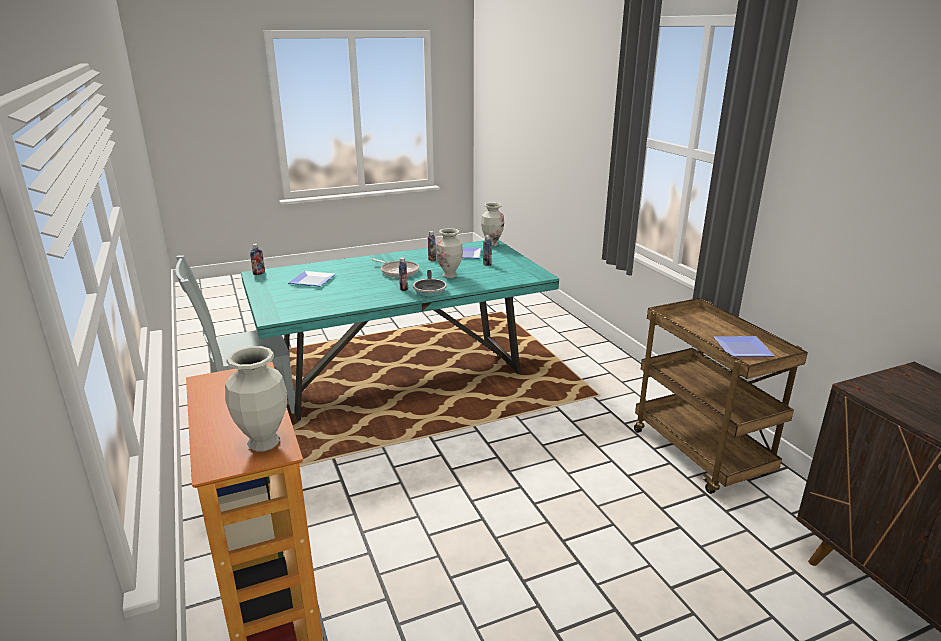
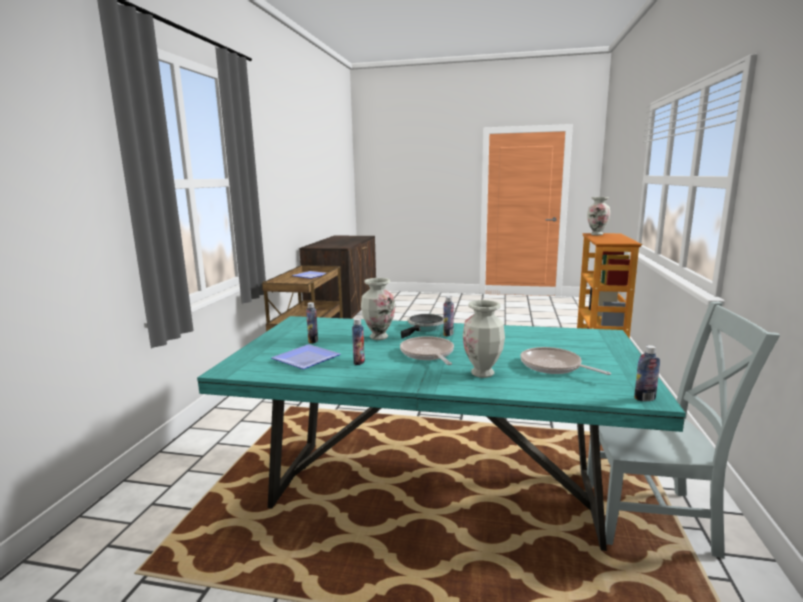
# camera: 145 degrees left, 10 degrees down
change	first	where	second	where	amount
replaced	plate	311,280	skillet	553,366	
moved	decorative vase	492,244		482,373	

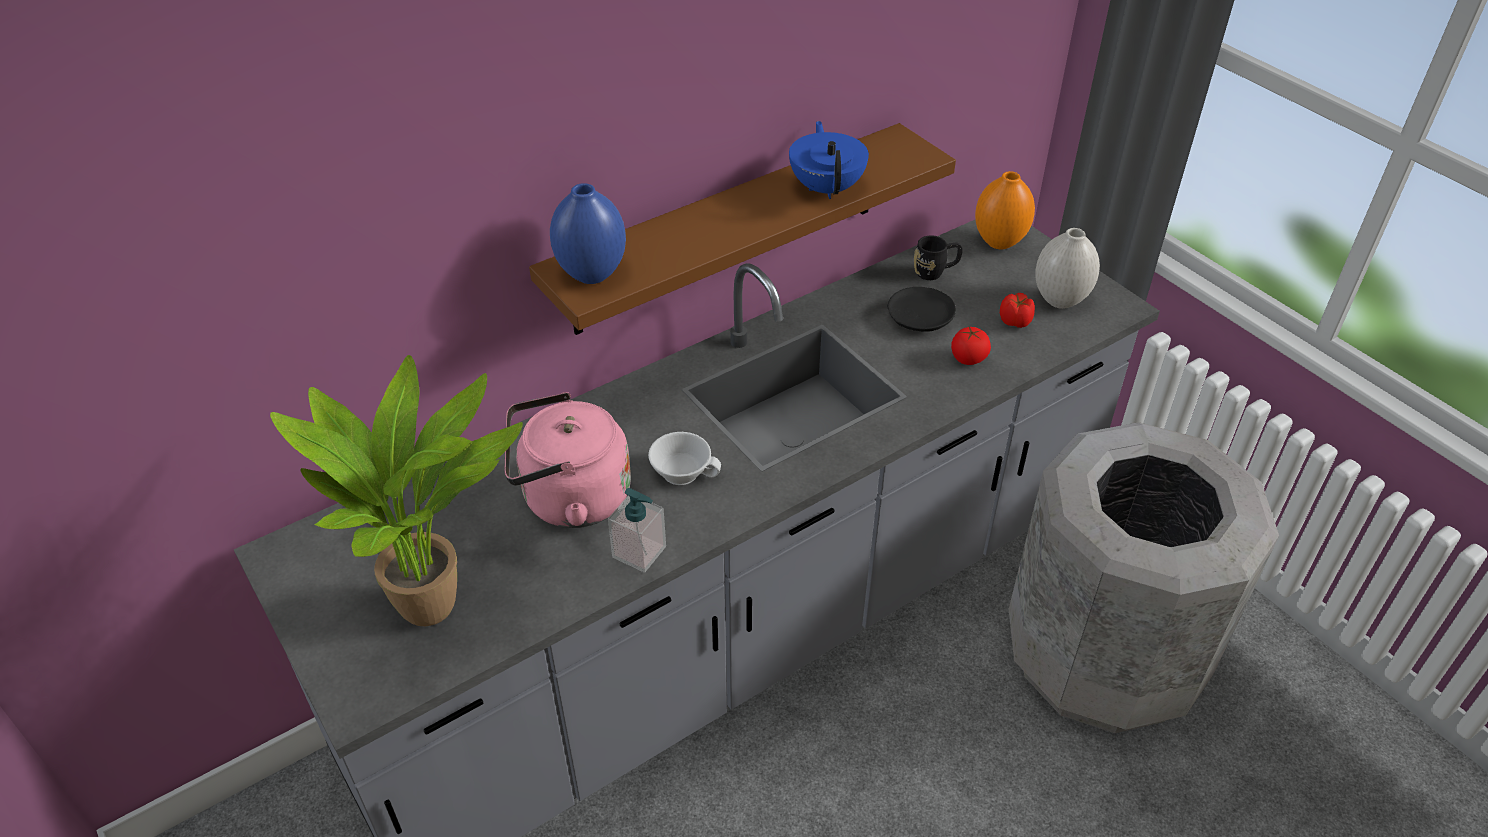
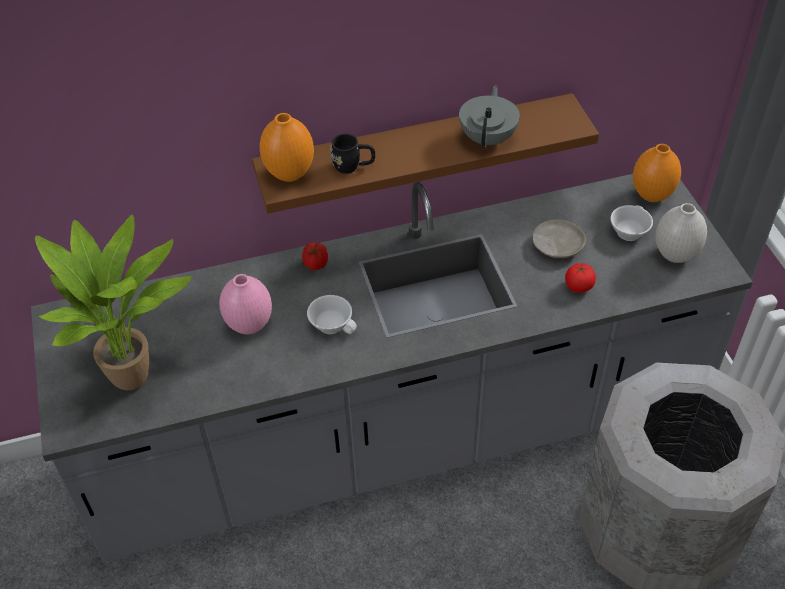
# camera: 20 degrees right, 5 degrees up
change	first	where	second	where	amount
replaced	tea kettle in pinkish	570,499	decorative vase in pinkish	249,325	
recoloured	decorative vase in bluish	591,275	decorative vase in orangey	289,174	
removed	liquid soap bottle	639,552			
recoloured	teapot in bluish	827,187	teapot in greyish	488,138	
recoloured	plate in black-coloured	919,318	plate in beige	557,245	
moved	mug in black-coloured	936,271		353,166	
moved	fresh tomato	1015,322		315,264	
added			drinking cup in white-coloured	627,231	

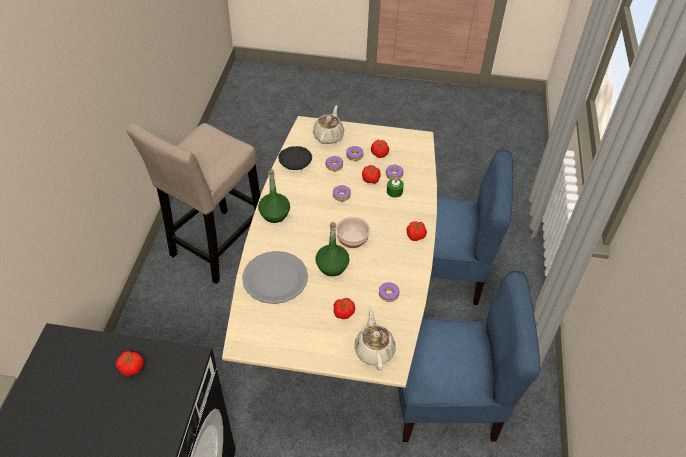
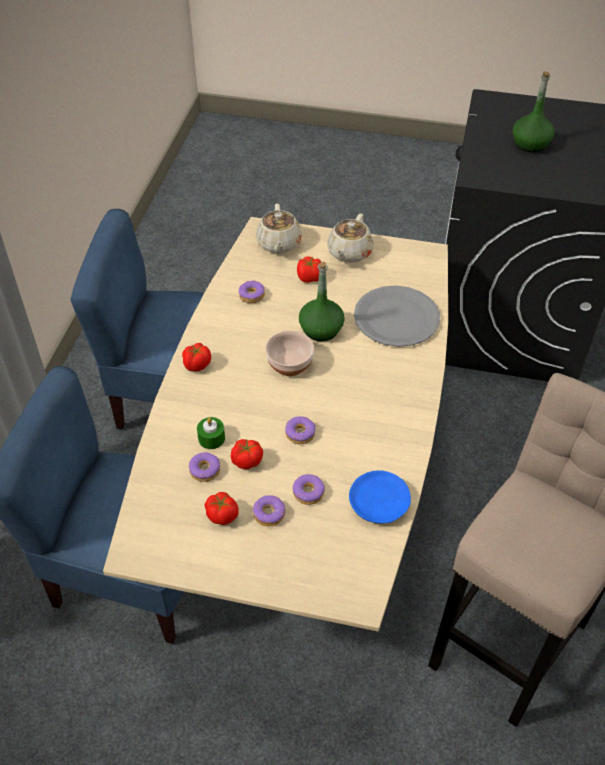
# camera: 175 degrees left, 0 degrees up
change	first	where	second	where	amount
removed	fresh tomato	132,368			
moved	drink bottle in green	274,214		530,144	
recoloured	plate in black-coloured	295,162	plate in bluish	378,503	
moved	teapot in beige	328,136		349,253	

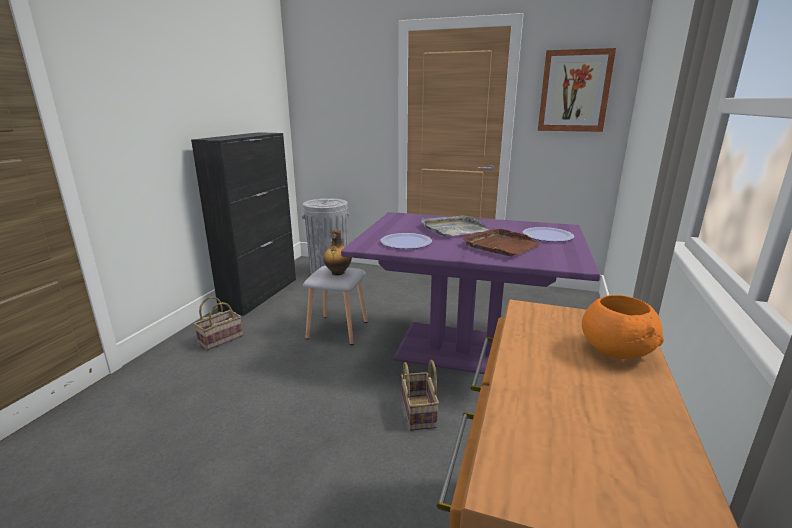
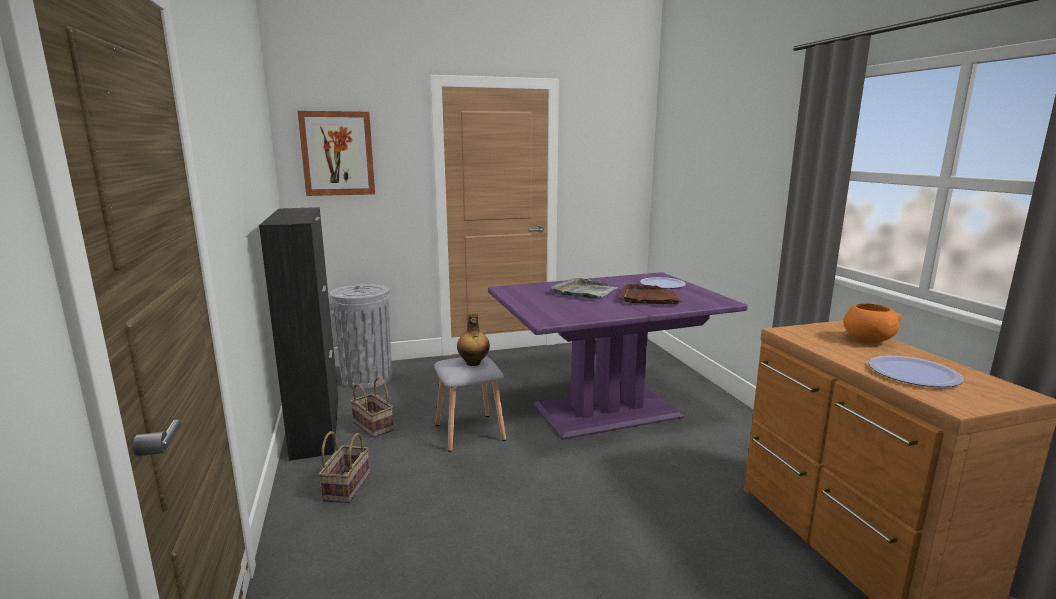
# camera: 35 degrees left, 5 degrees down
change	first	where	second	where	amount
moved	plate	406,242		913,373	
moved	basket	419,413		374,426	
moved	wall art	574,91		337,153	

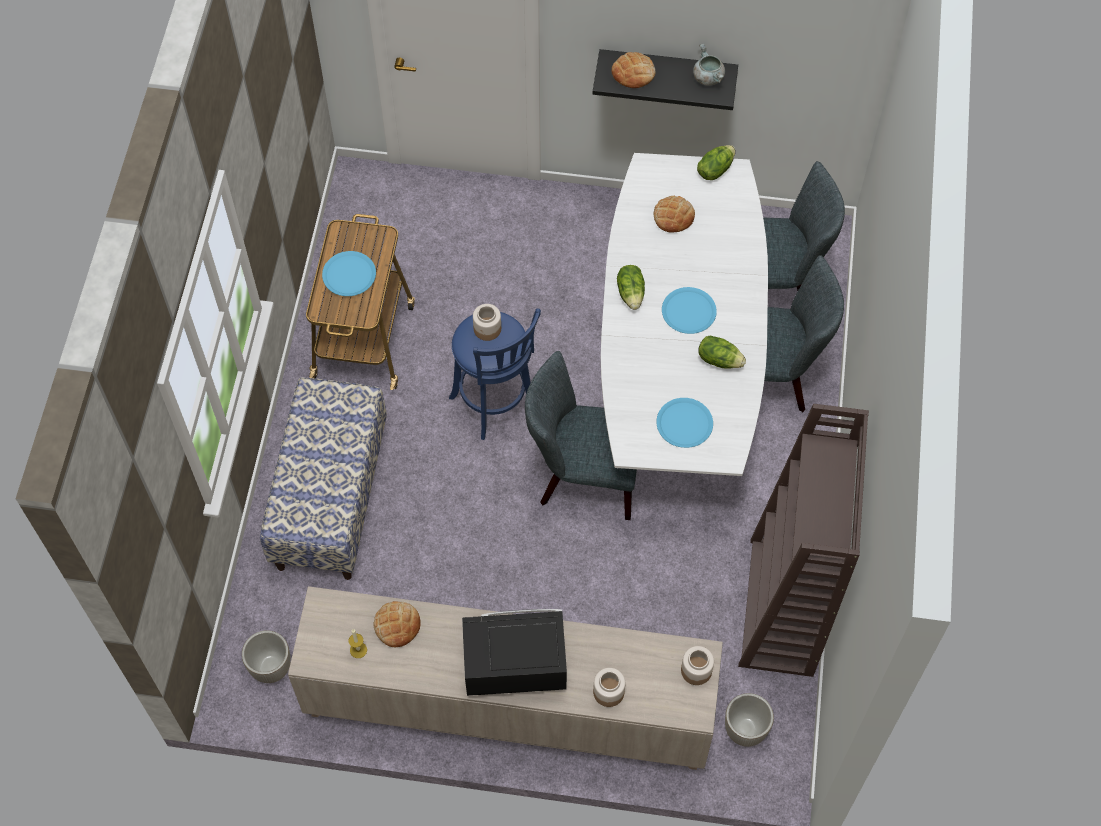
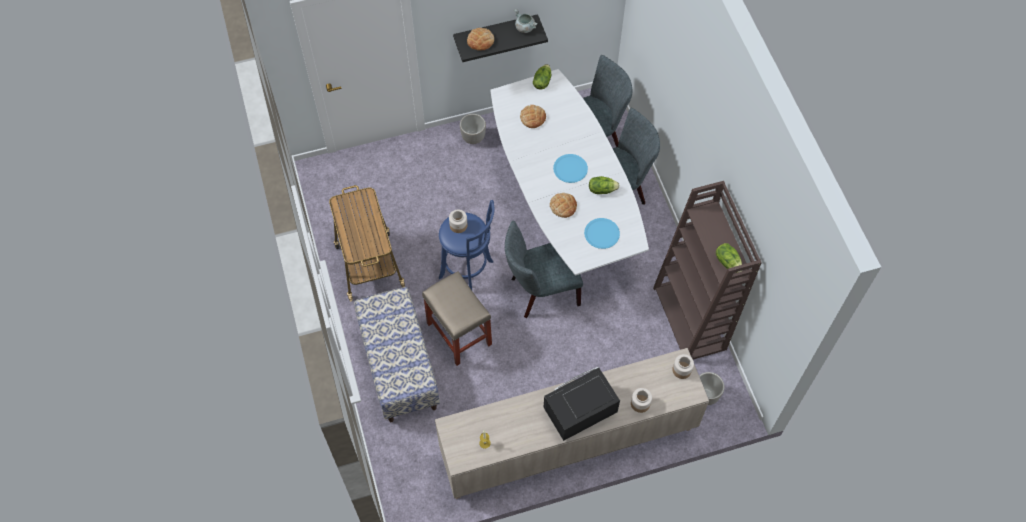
# camera: 25 degrees left, 0 degrees up
change	first	where	second	where	amount
moved	plant pot	270,667		473,138	
removed	plate in bluish	349,274			
moved	bread	397,625		563,206	
moved	lettuce	631,293		728,262	
added			sitting stool in beige	458,333	

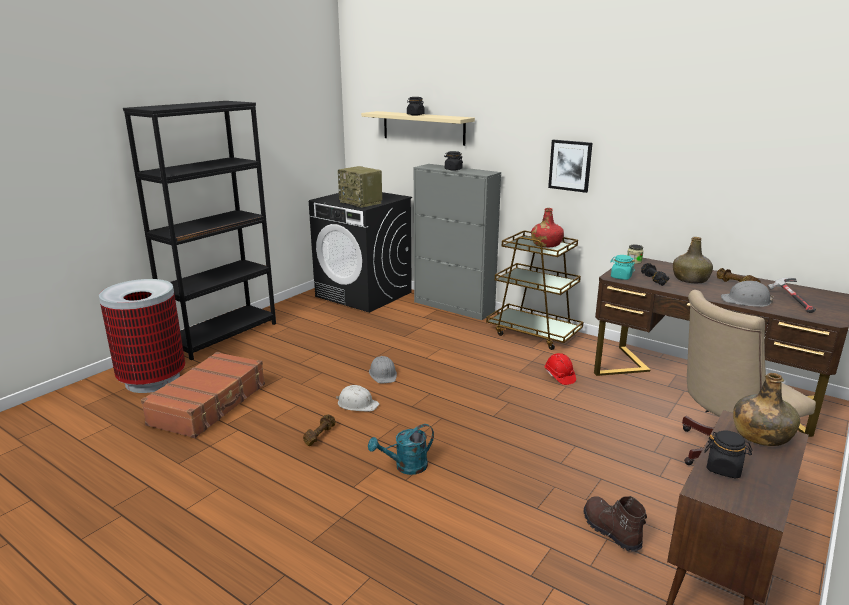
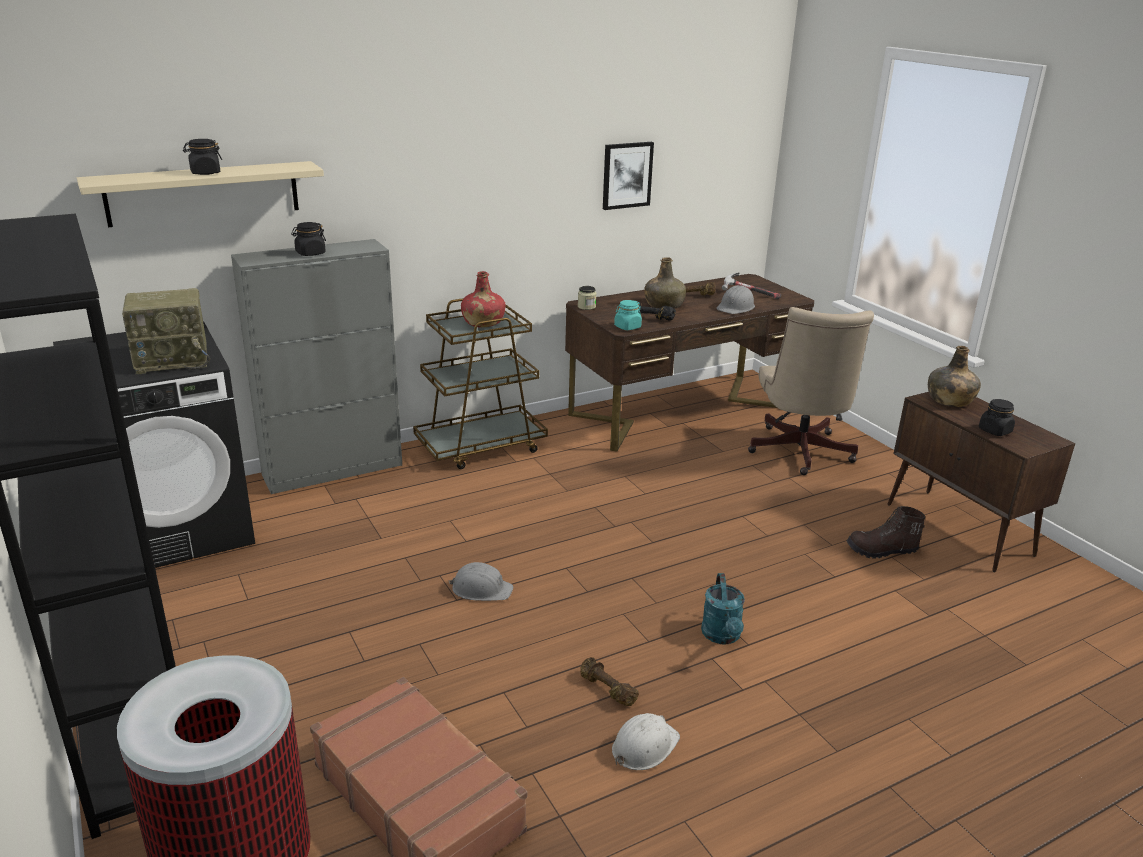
# camera: 65 degrees left, 5 degrees up
change	first	where	second	where	amount
moved	hard hat in white-coloured	357,404		644,746	
removed	hard hat in red-coloured	559,376			
moved	wall art	570,165		626,175	

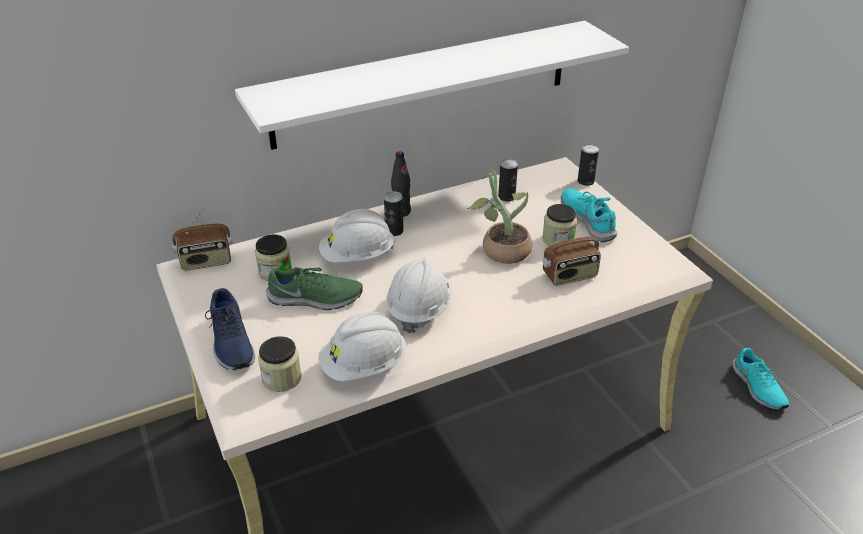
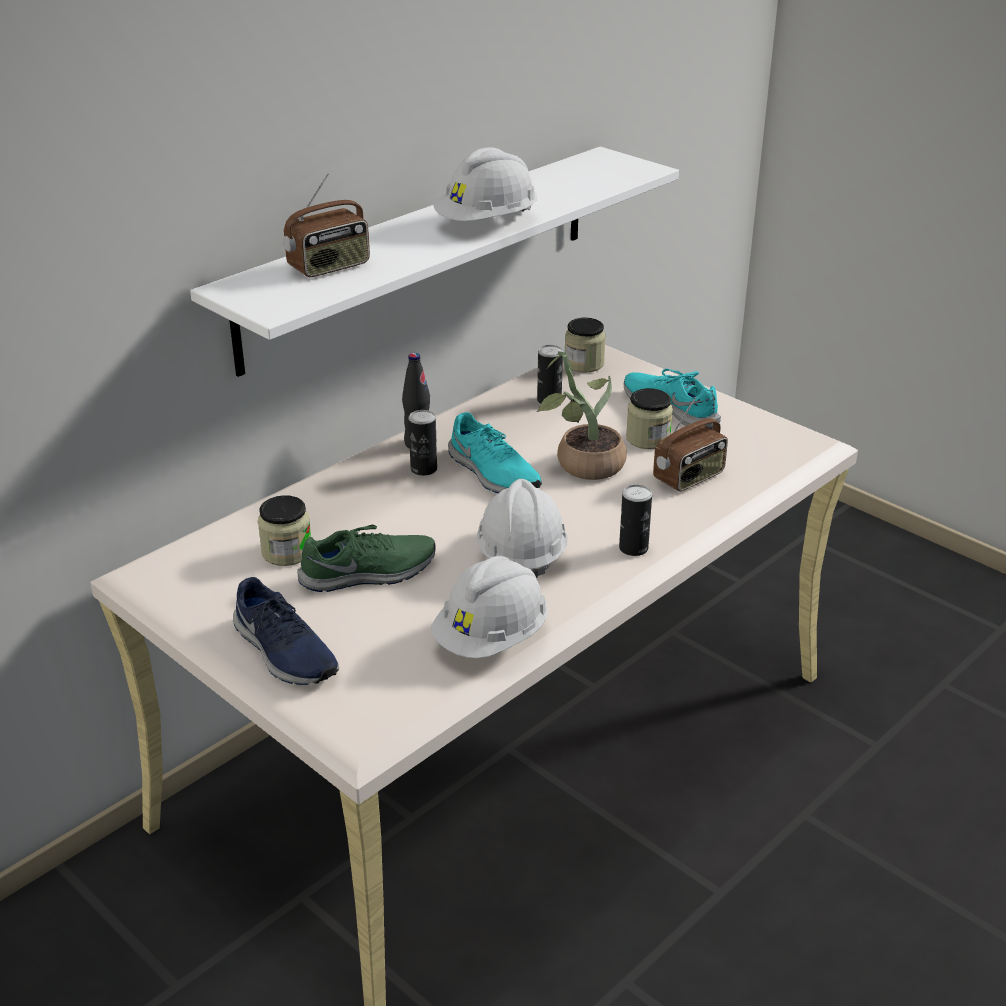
# camera: 20 degrees left, 5 degrees down
change	first	where	second	where	amount
moved	radio set	206,262		329,267	
moved	preserve jar	281,378		584,364	
moved	hard hat in white-coloured	357,256		487,223	
moved	sealed can	585,181		633,548	
moved	item of footwear in turquoise	757,388		492,474	

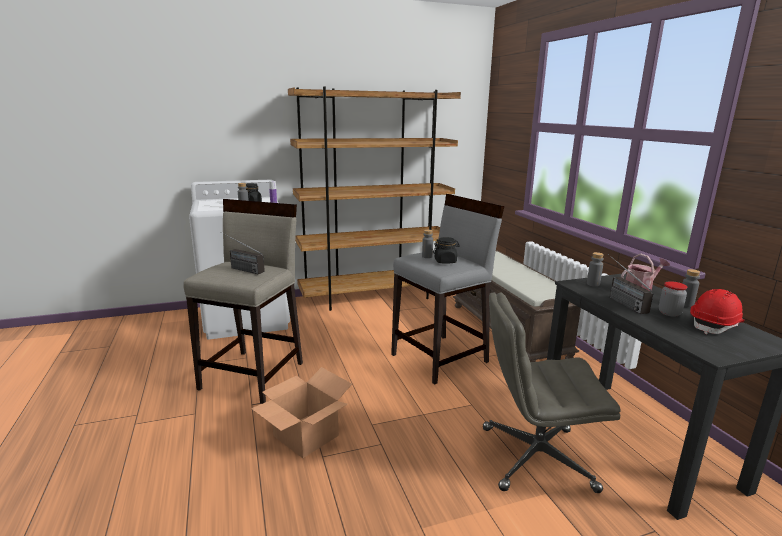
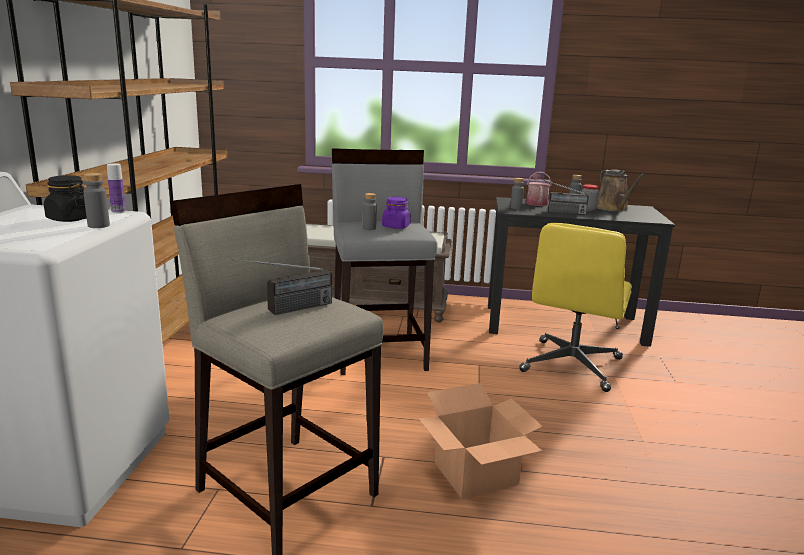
# camera: 65 degrees left, 0 degrees up
change	first	where	second	where	amount
recoloured	preserve jar in black-coloured	445,261	preserve jar in purple	396,226	
recoloured	desk chair in greyish	535,458	desk chair in yellow-coloured	571,366	
replaced	hard hat in red-coloured	715,325	watering pot in brown-coloured	613,208	

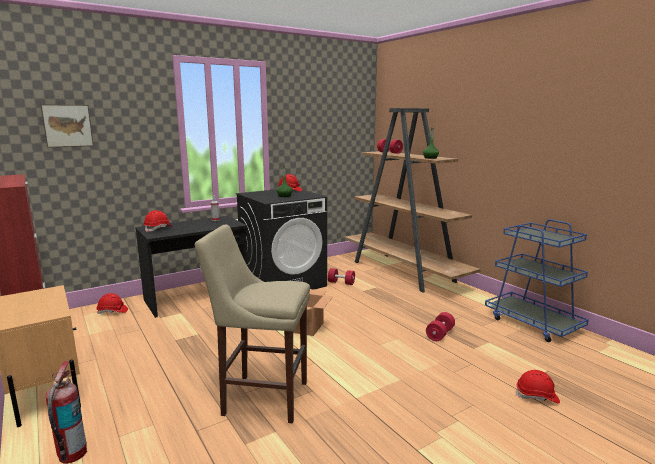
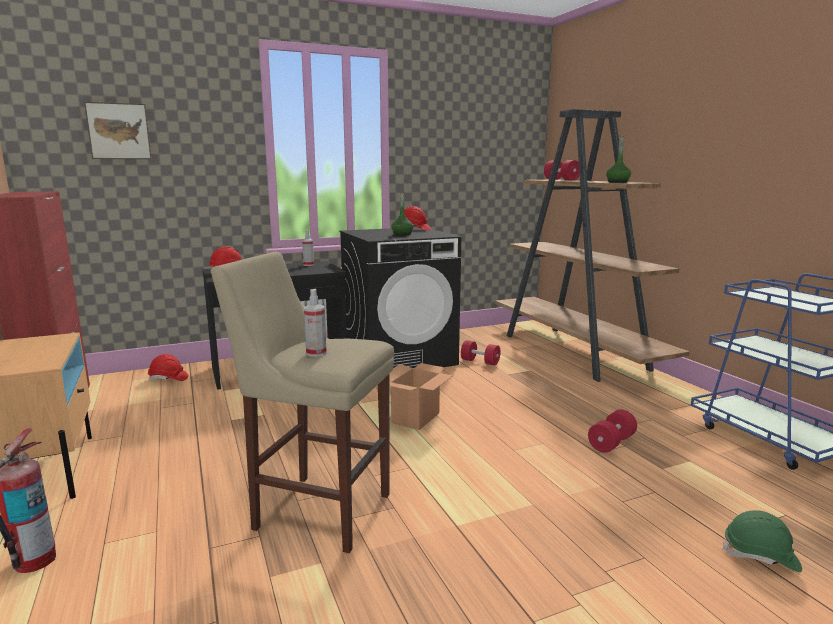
# camera: 10 degrees right, 0 degrees up
change	first	where	second	where	amount
recoloured	hard hat in red-coloured	537,396	hard hat in green	761,556	
added			sprayer	316,353	

